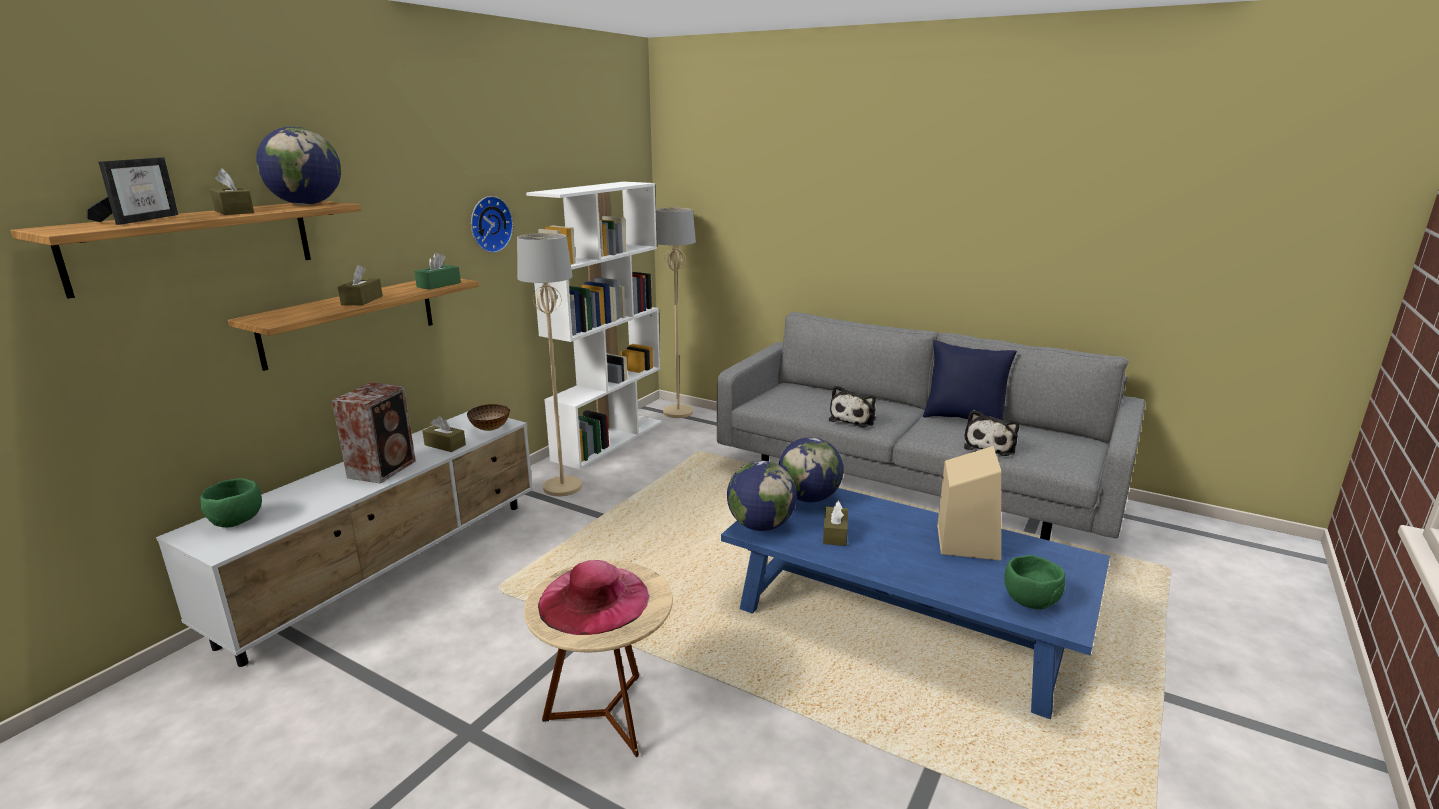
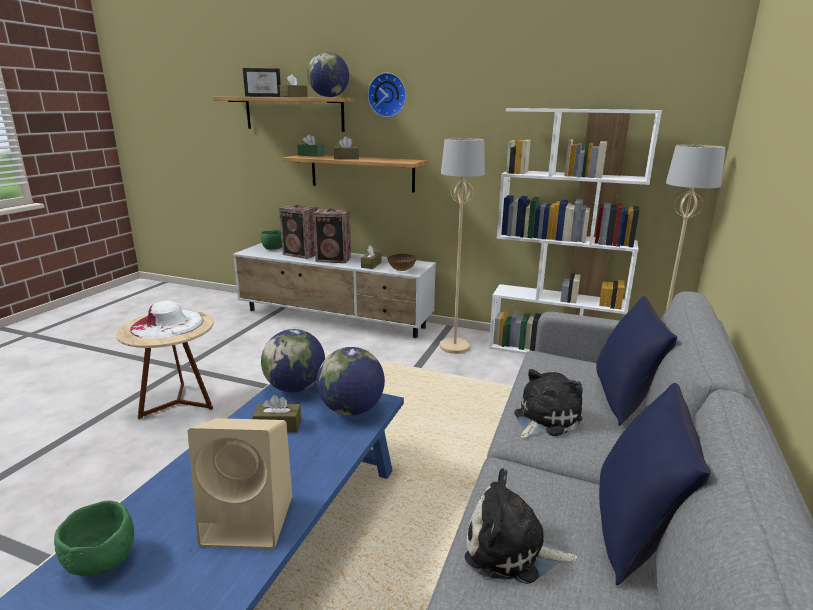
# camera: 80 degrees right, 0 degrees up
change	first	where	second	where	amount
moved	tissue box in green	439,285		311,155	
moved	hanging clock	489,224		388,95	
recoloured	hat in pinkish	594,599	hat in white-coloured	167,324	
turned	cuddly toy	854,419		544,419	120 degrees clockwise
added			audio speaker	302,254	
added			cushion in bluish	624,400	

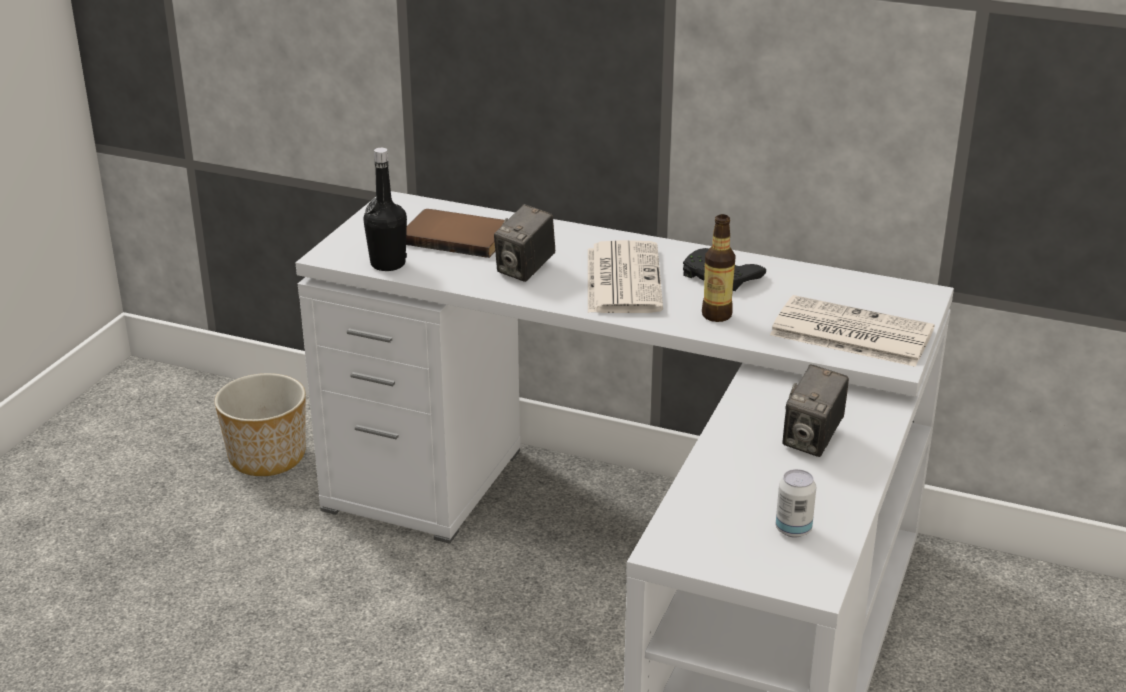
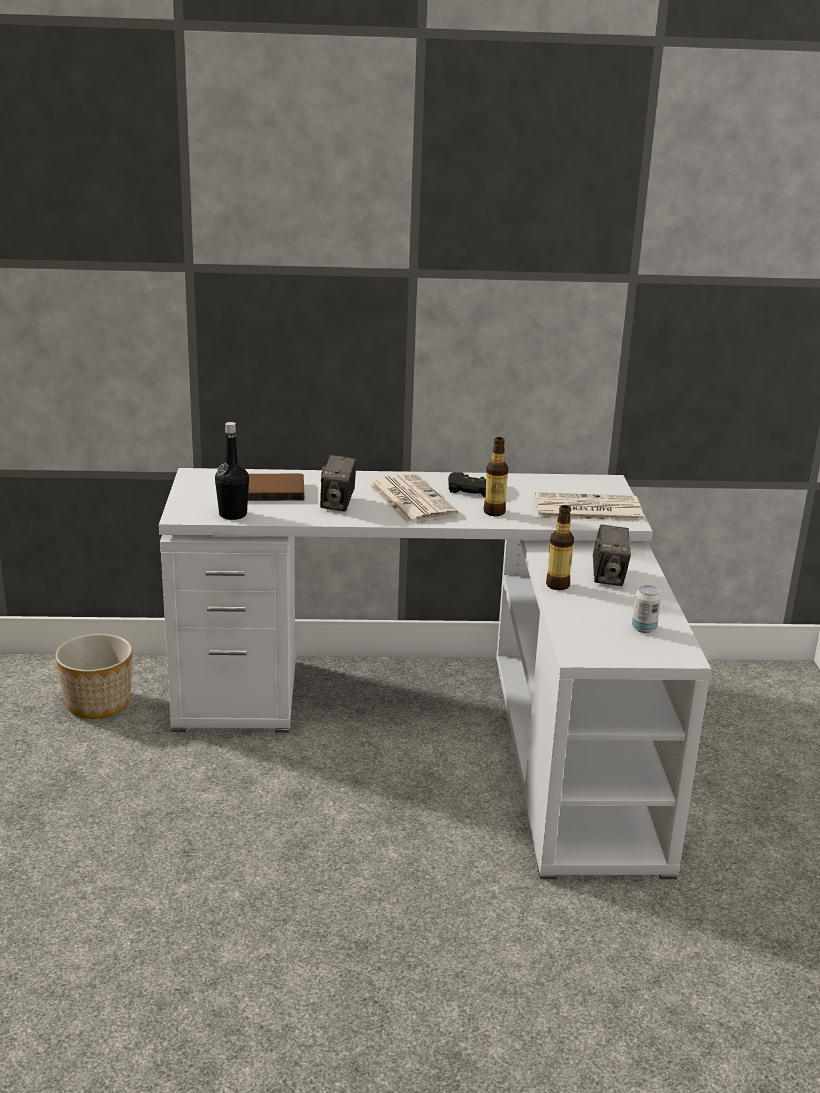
# camera: 25 degrees left, 5 degrees down
change	first	where	second	where	amount
added			drink bottle	557,585	

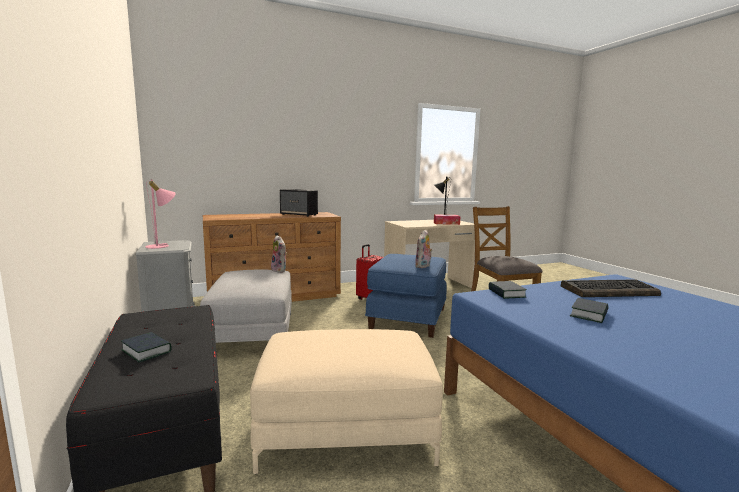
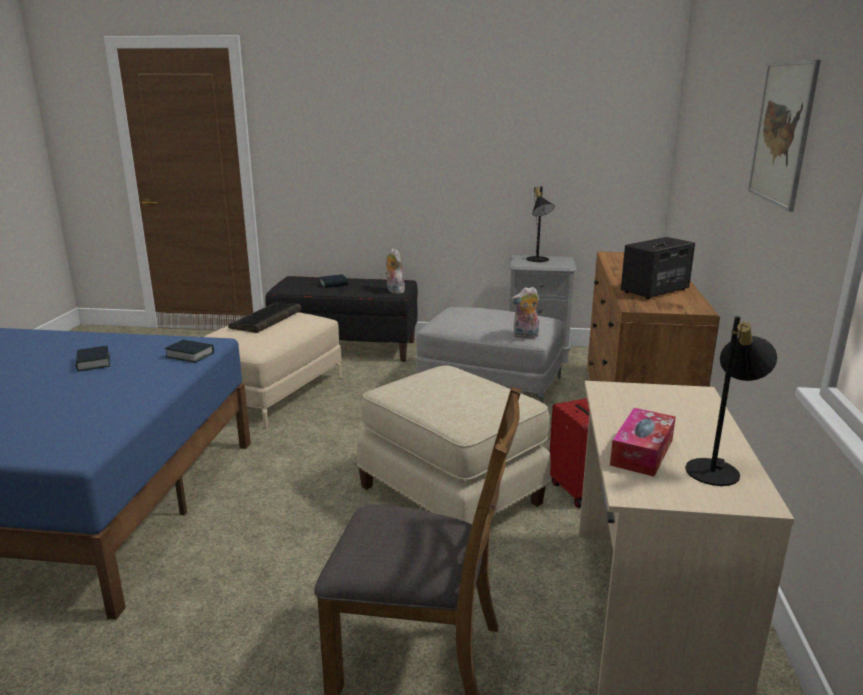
# camera: 120 degrees right, 10 degrees up
change	first	where	second	where	amount
recoloured	tabletop lamp in pinkish	162,246	tabletop lamp in black-coloured	538,260	
recoloured	ottoman in bluish	407,318	ottoman in beige	452,493	
moved	cuddly toy	423,266		394,291	
moved	keyboard	609,290		266,319	
added			wall art	782,133	

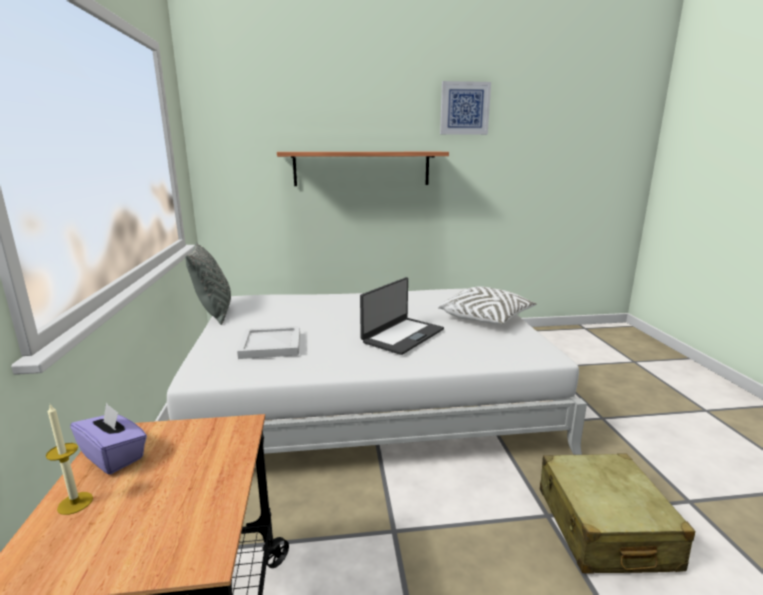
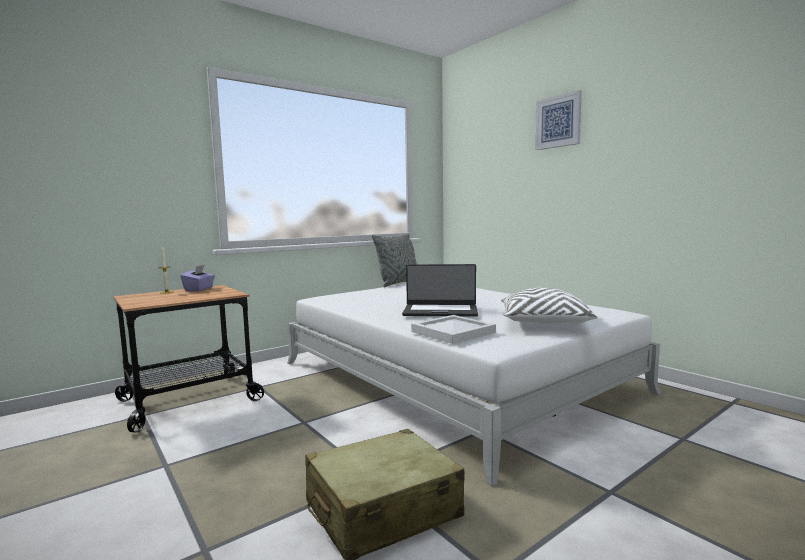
# camera: 60 degrees right, 10 degrees down
change	first	where	second	where	amount
moved	carrying tray in white-coloured	270,345		453,332	
removed	wall shelf	362,168			
moved	wall art	464,108		558,121	

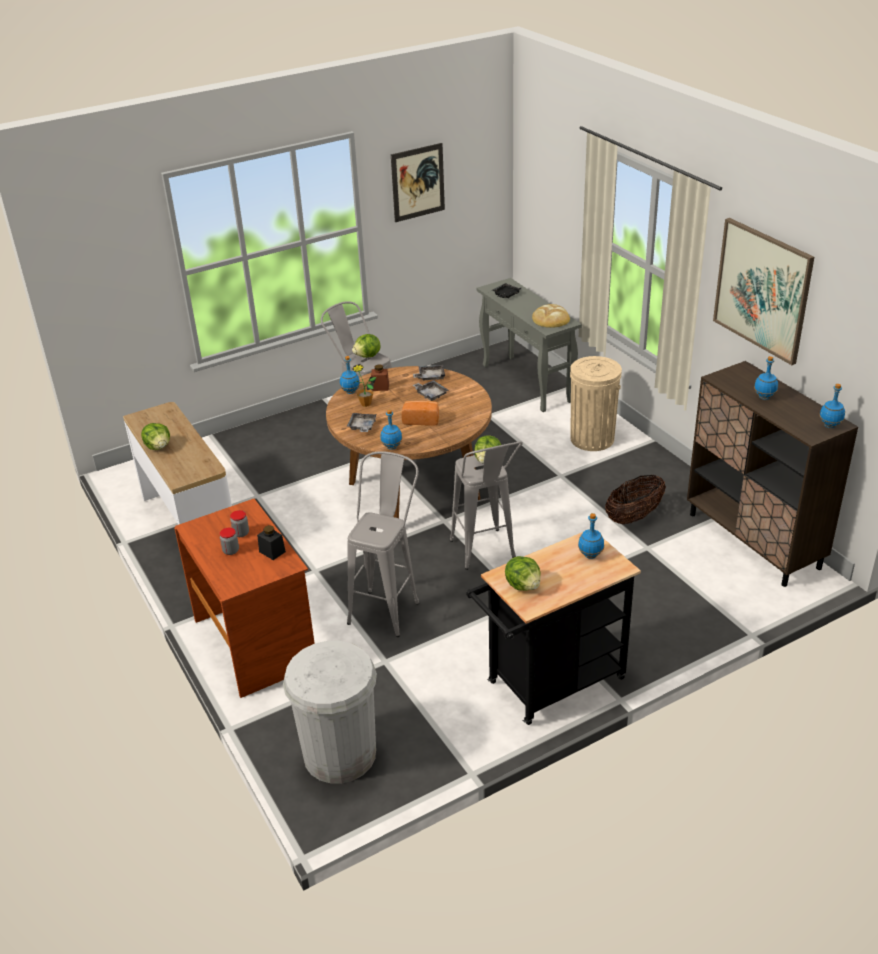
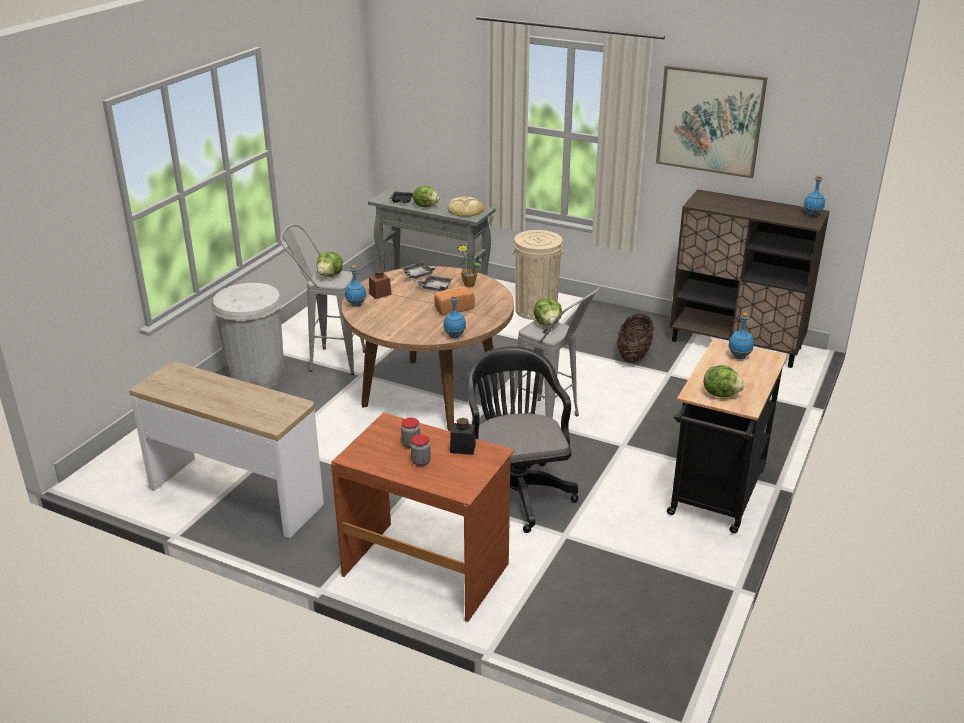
# camera: 35 degrees left, 5 degrees down
change	first	where	second	where	amount
moved	lettuce	158,447		426,206	
moved	waste bin in white-coloured	339,754		256,376	
removed	carrying tray in greyish	362,427			
replaced	sitting stool in greyish	388,606	desk chair in black-coloured	515,491	
moved	potted plant	365,404		469,285	
removed	wall art	418,182			
removed	drink bottle in bluish	764,397			

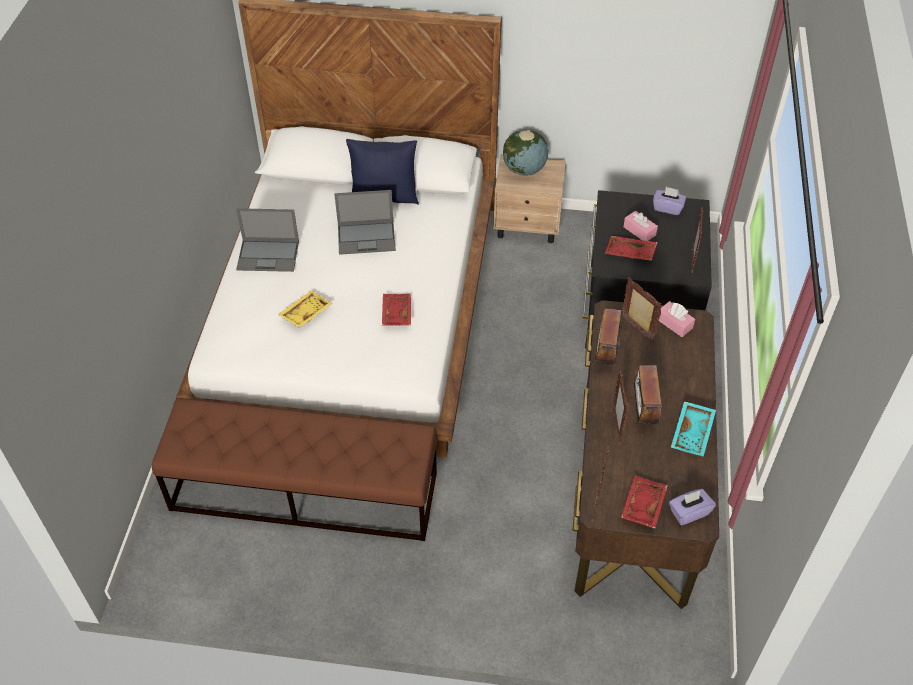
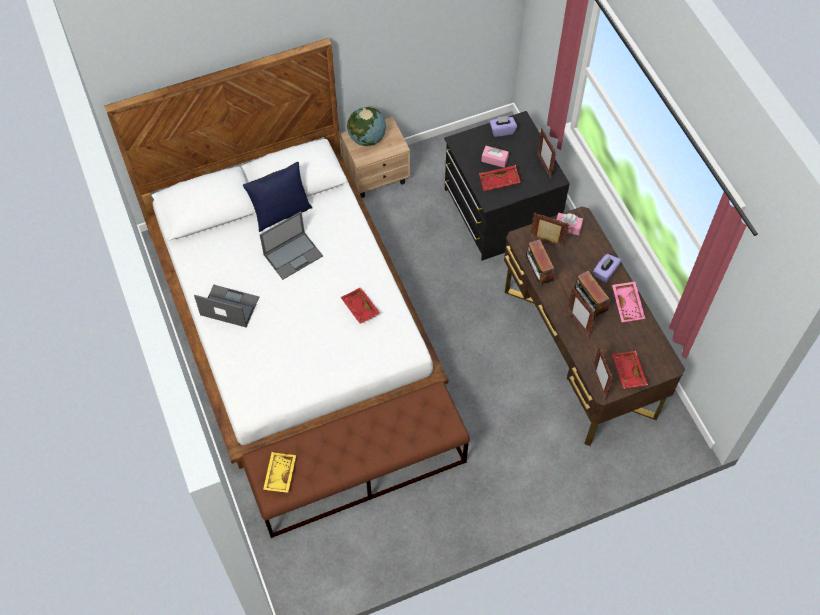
# camera: 30 degrees left, 10 degrees up
change	first	where	second	where	amount
turned	portable computer	269,255		229,306	135 degrees counterclockwise
moved	carrying tray in yellow-coloured	305,313		279,474	
moved	tissue box in purple	689,512		605,272	
recoloured	carrying tray in turquoise	693,433	carrying tray in pinkish	628,304	

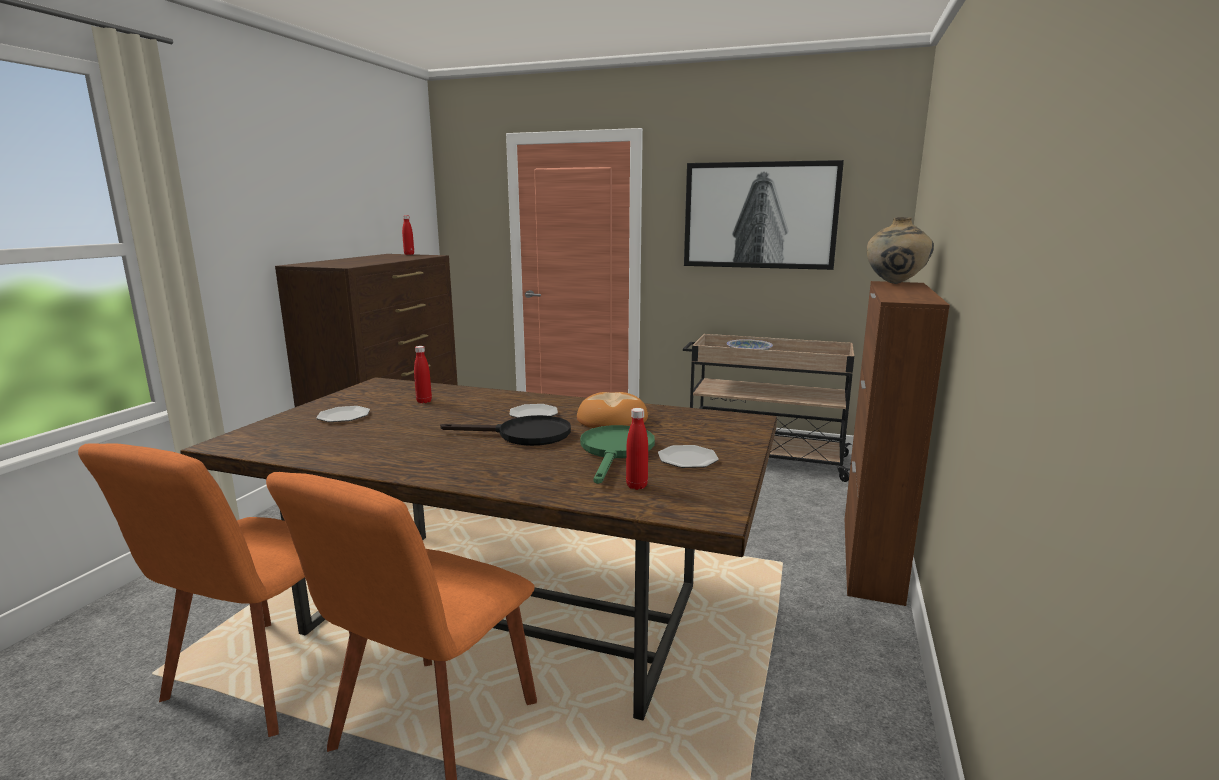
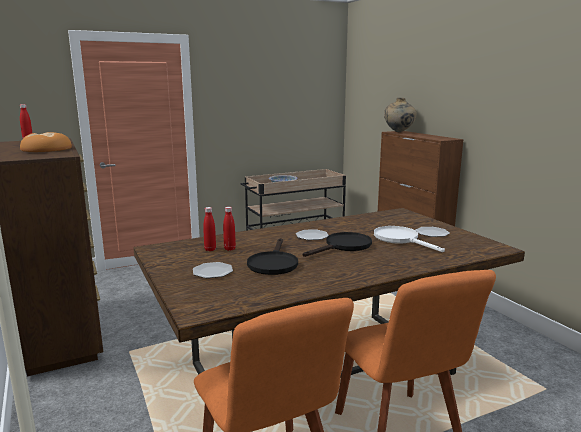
# camera: 45 degrees left, 0 degrees up
change	first	where	second	where	amount
moved	bread	612,419		46,149	
recoloured	skillet in green	616,451	skillet in white-coloured	401,239	
moved	drink bottle in red-coloured	636,486		210,249	
removed	wall art	760,215			
added			skillet in black-coloured	273,263	

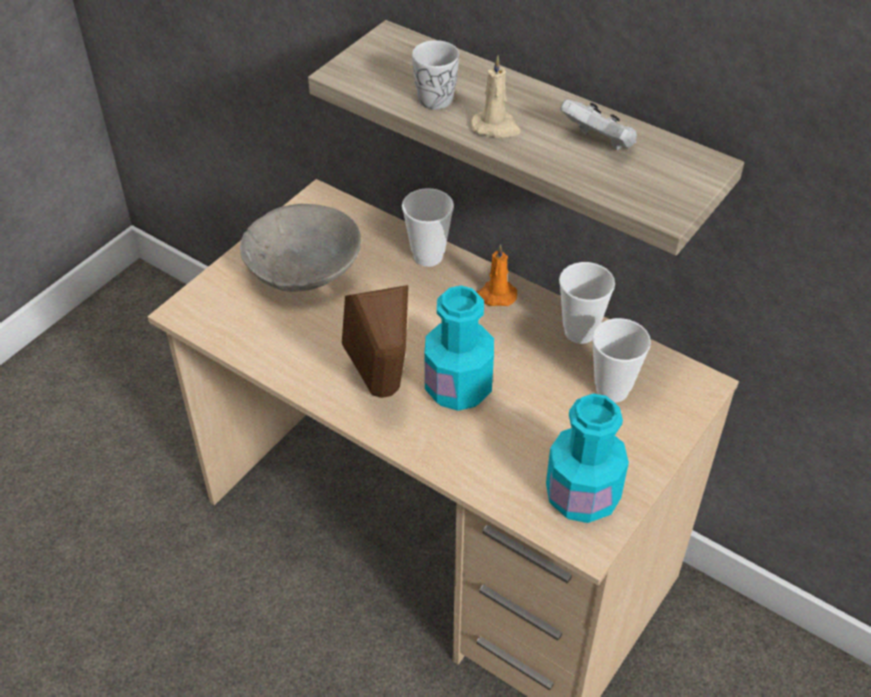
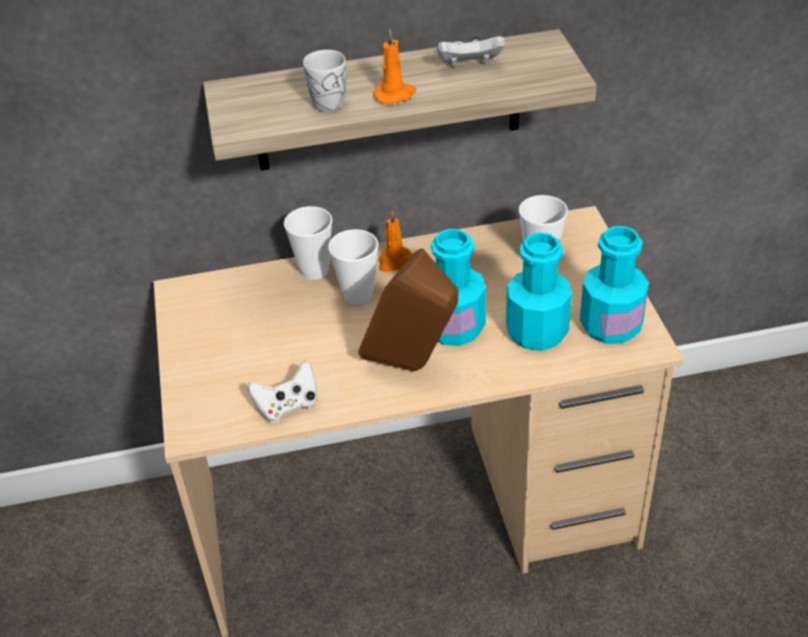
# camera: 45 degrees left, 5 degrees down
change	first	where	second	where	amount
removed	bowl in greyish	304,267			
recoloured	wax candle in beige	496,127	wax candle in orangey	395,95	
moved	drinking cup	580,332		358,295	
added			joypad in white-coloured	287,406	
added			drink bottle in turquoise	537,332	

